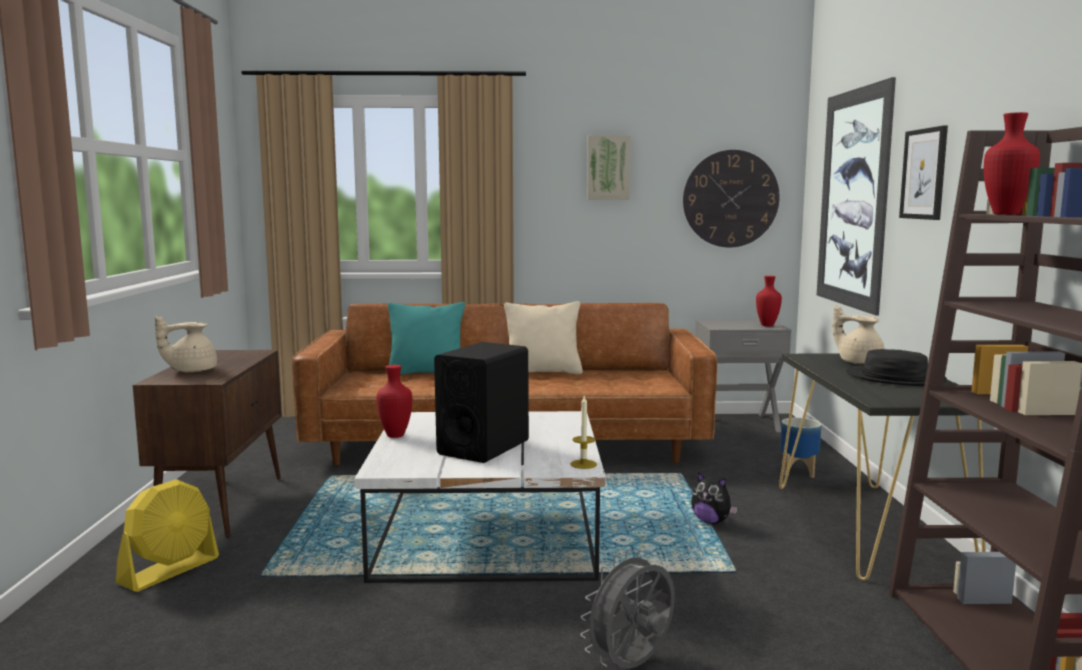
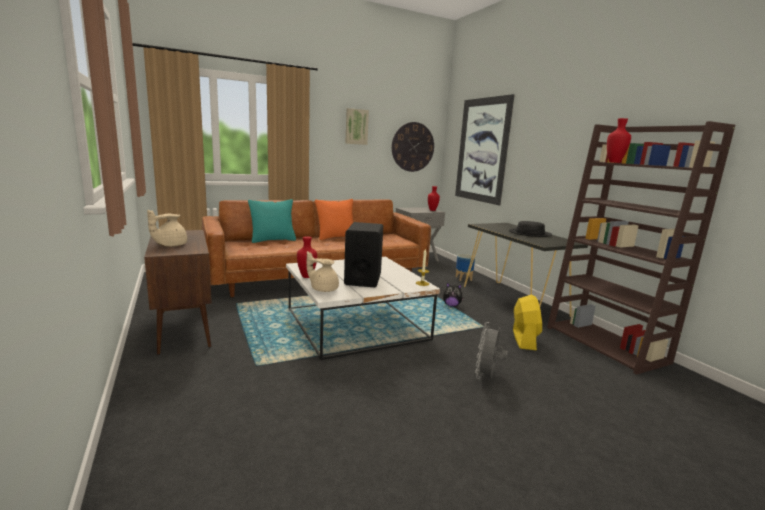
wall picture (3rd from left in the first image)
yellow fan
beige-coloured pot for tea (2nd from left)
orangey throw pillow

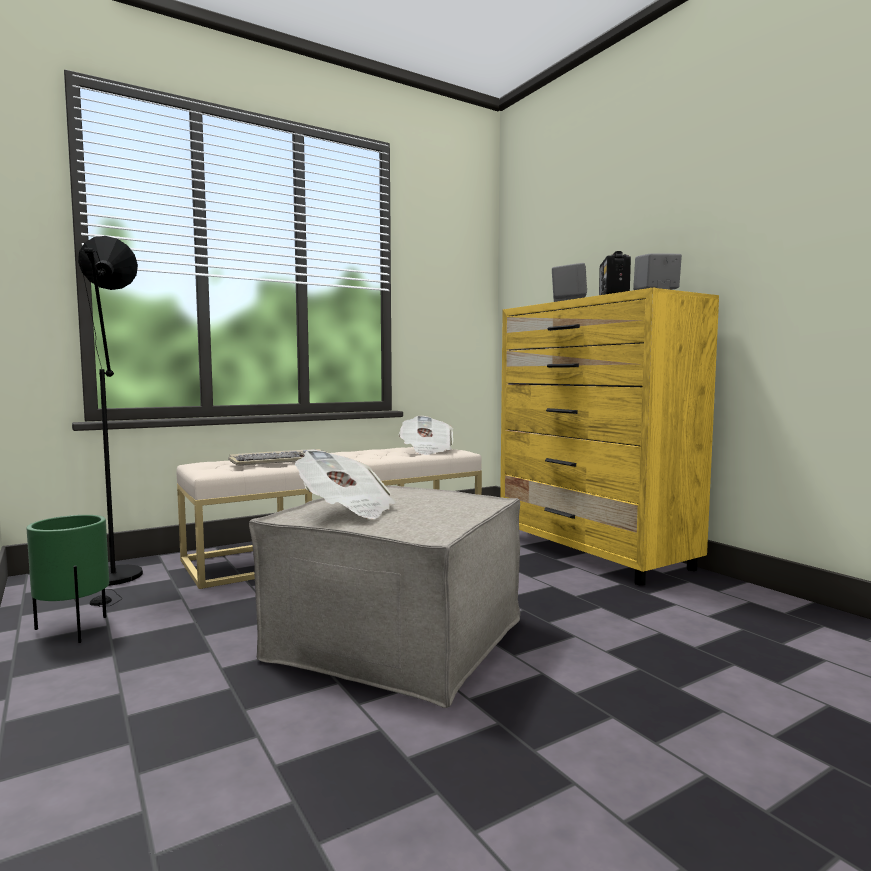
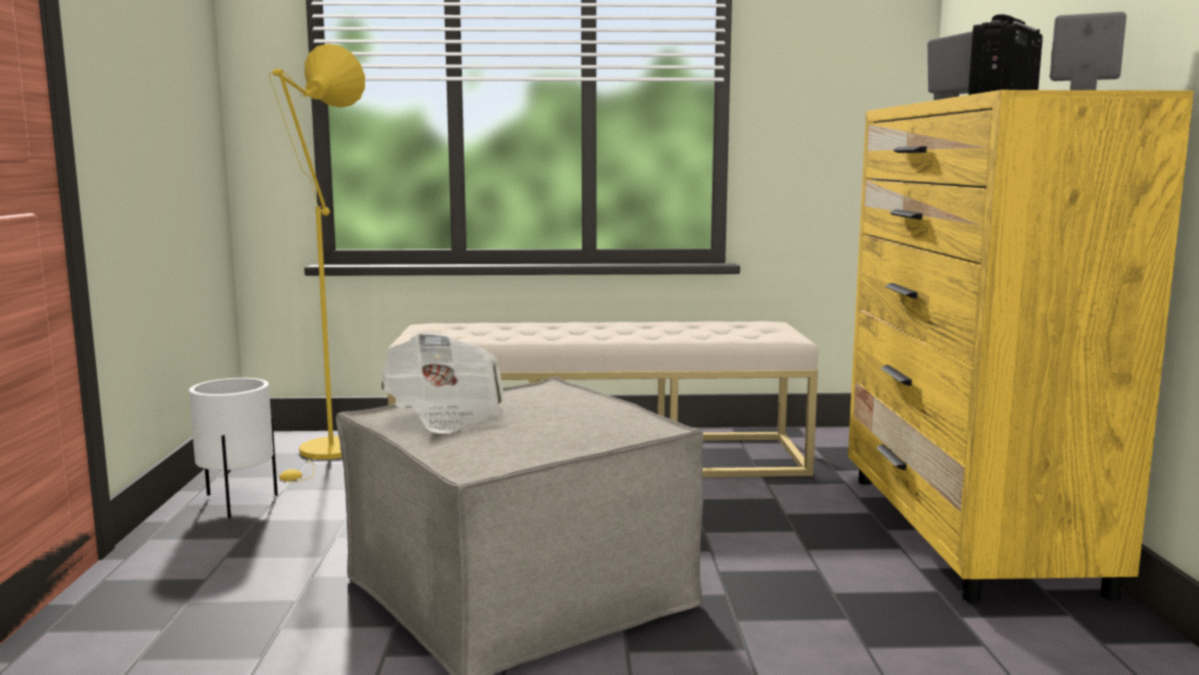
PC keyboard
newspaper (2nd from left in the first image)
whitish flower pot
yellow floor lamp

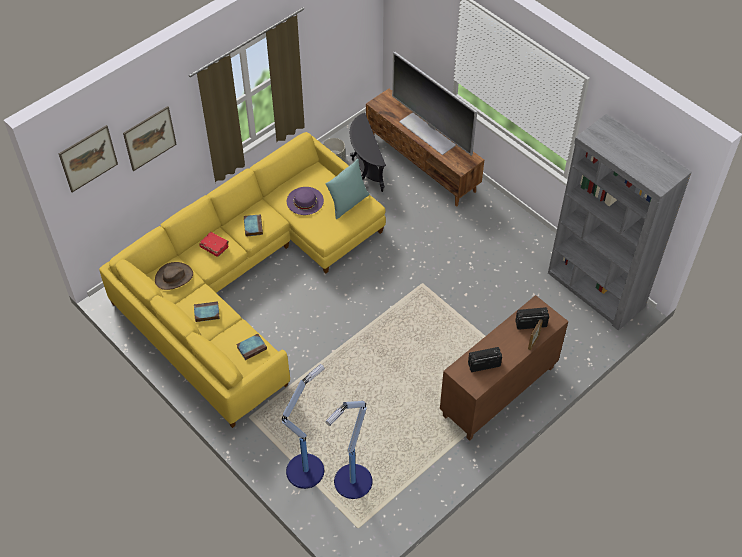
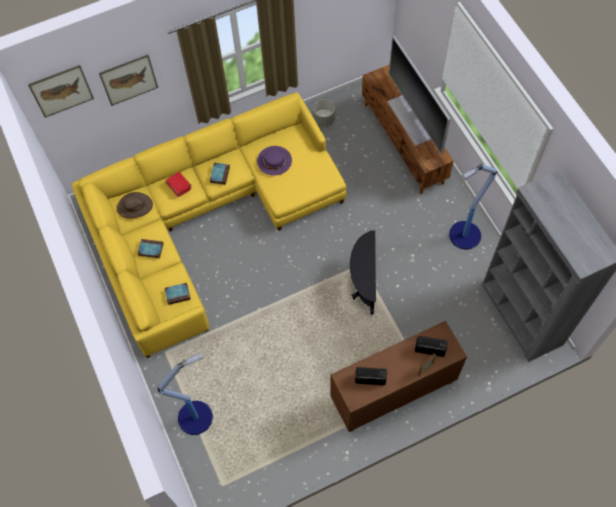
turquoise throw pillow
floor lamp (2nd from left)
blackish end table

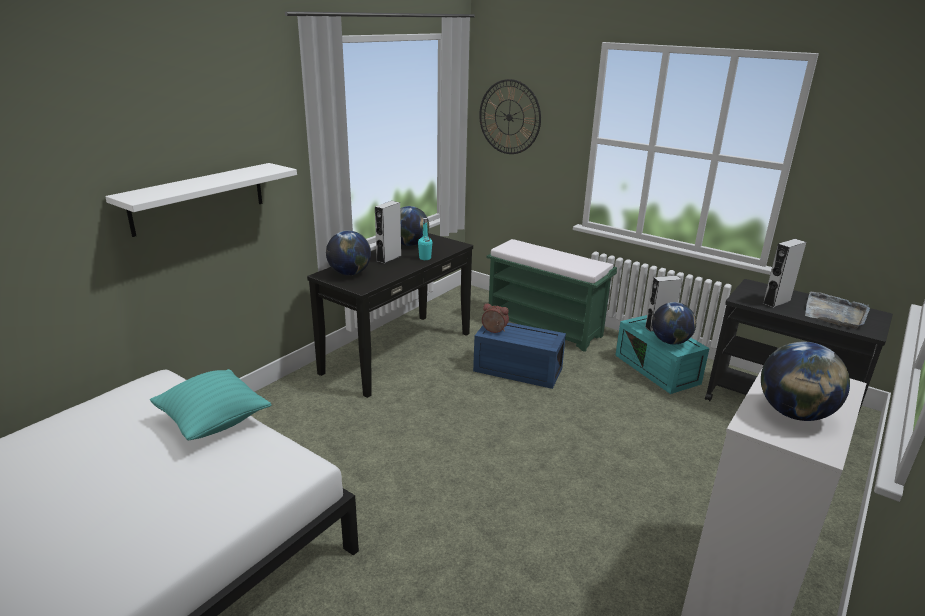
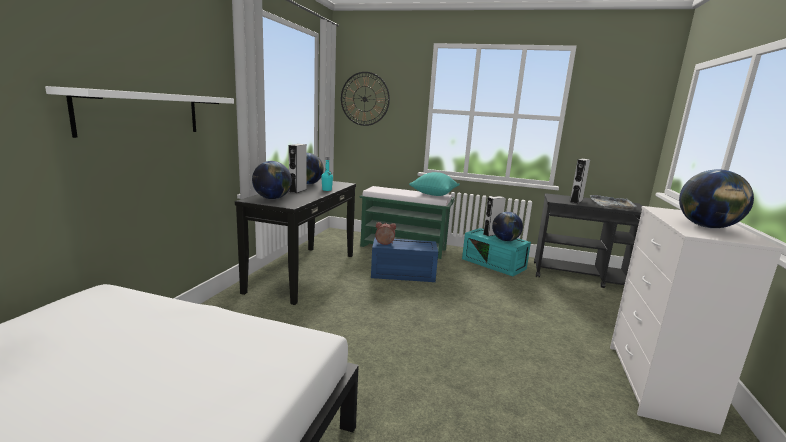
turquoise throw pillow

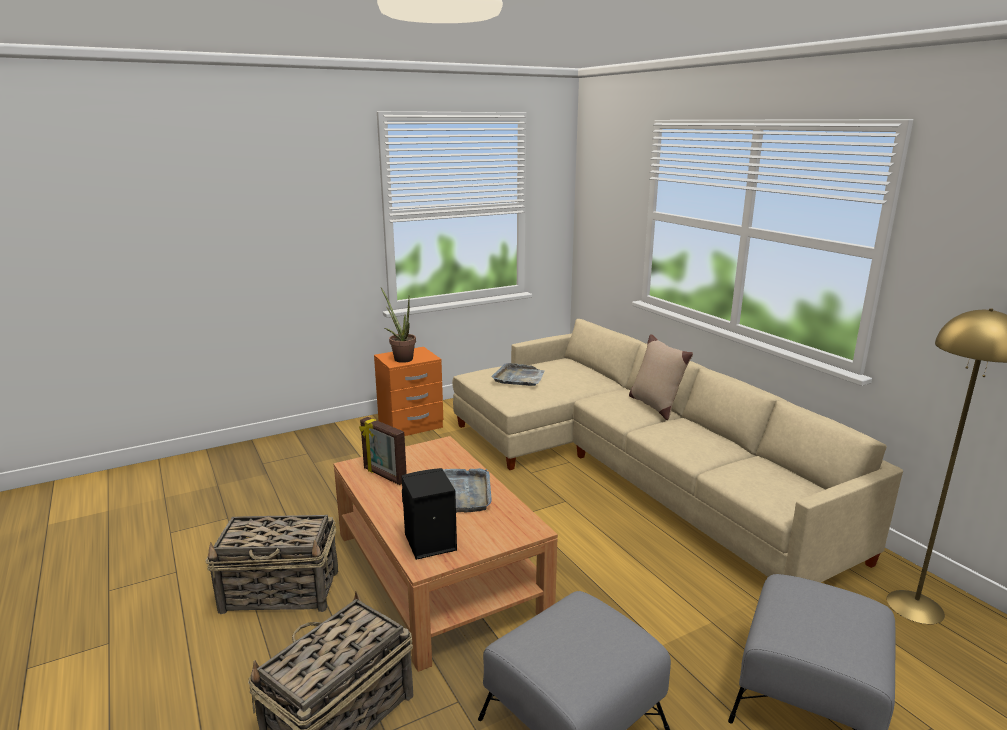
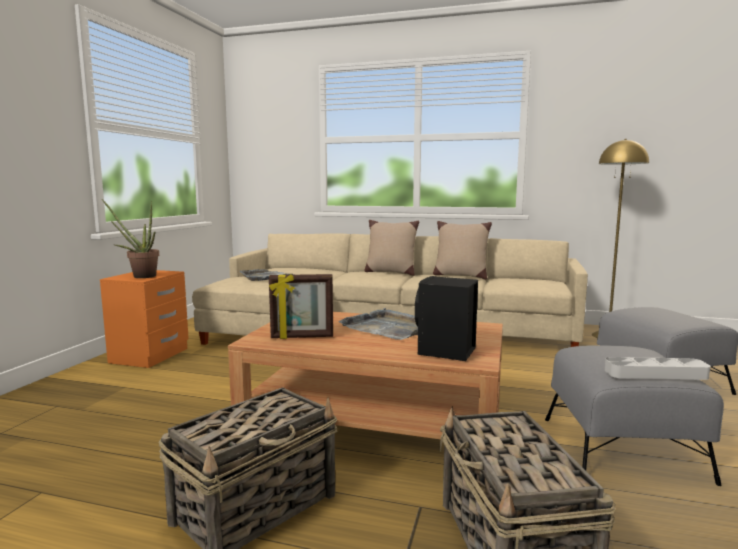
beige-coloured throw pillow (2nd from left)
gray serving tray (3rd from left)

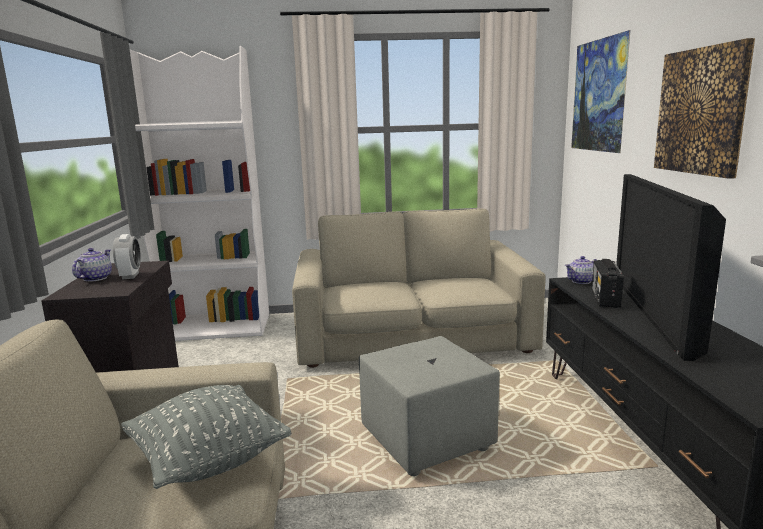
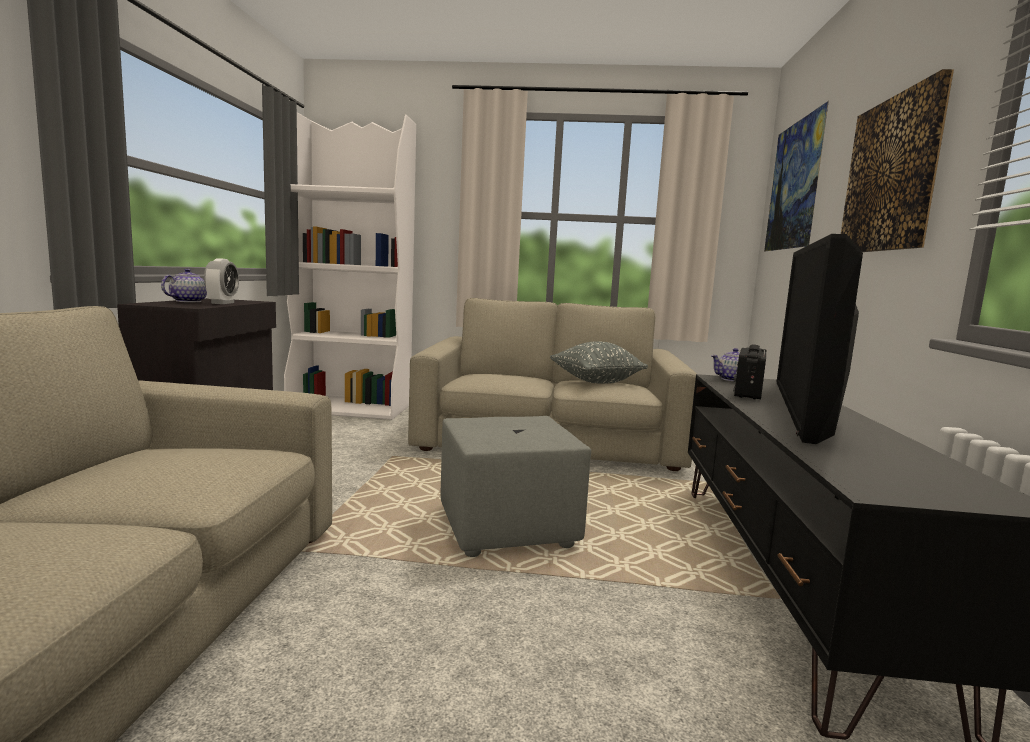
gray throw pillow

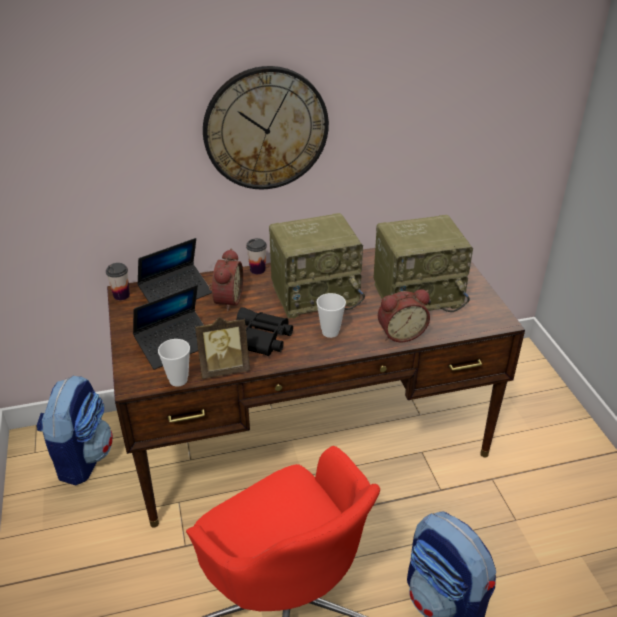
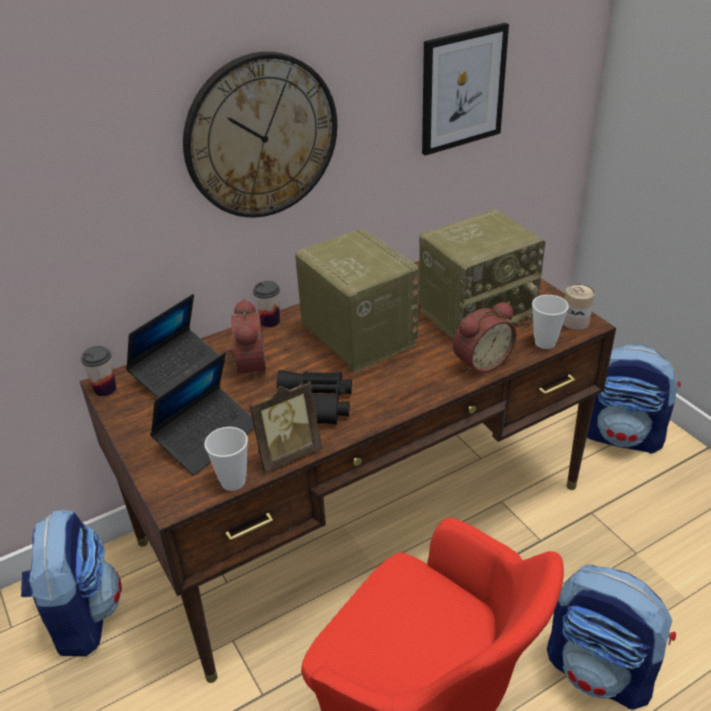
wall picture
metal can
rucksack (3rd from left)
small cup (4th from left)
radio receiver (1st from left)

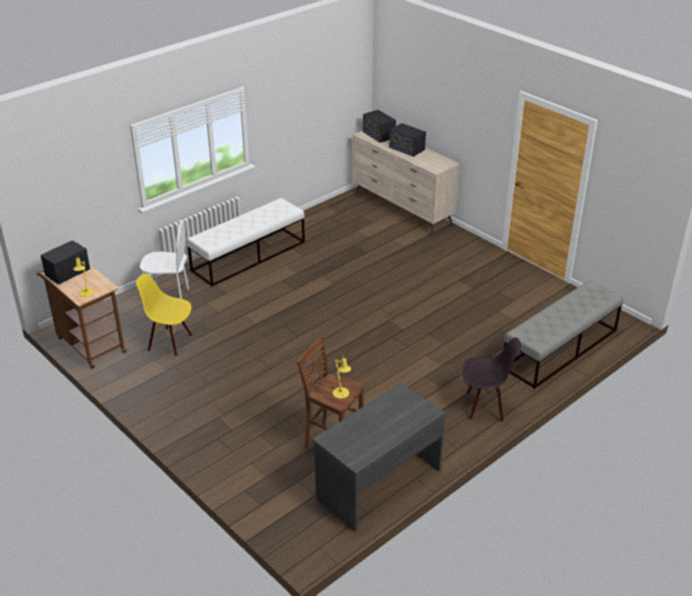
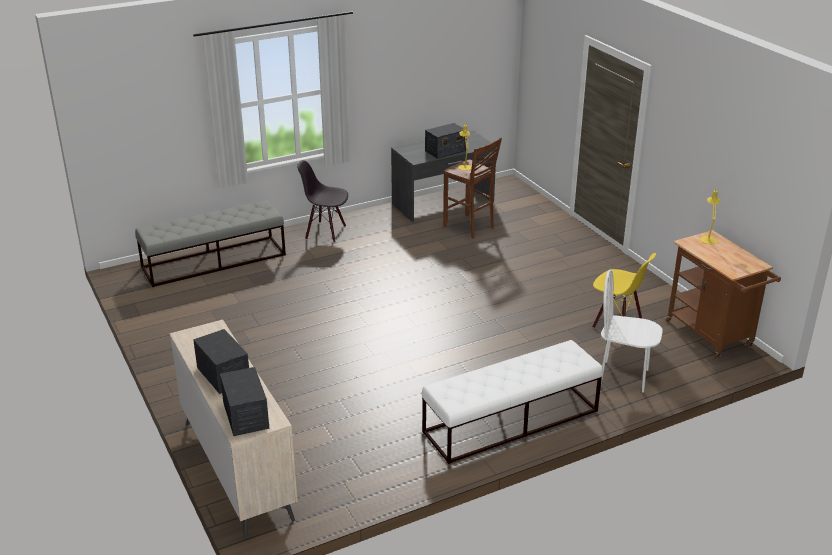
radio receiver (3rd from left)

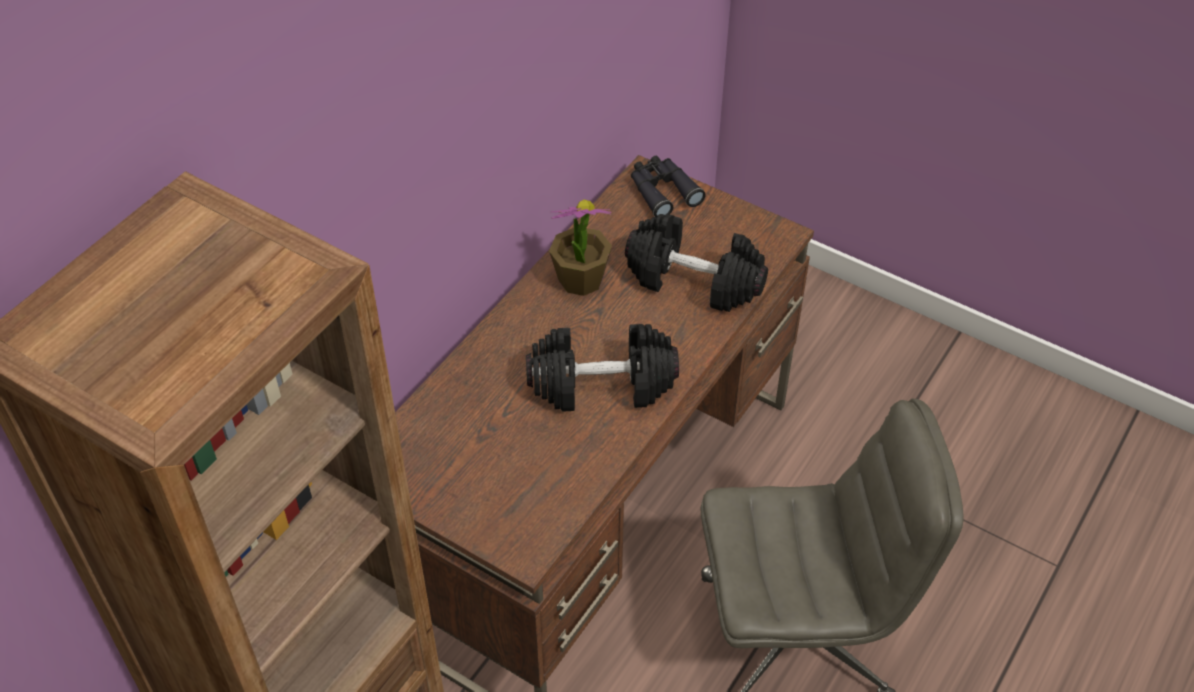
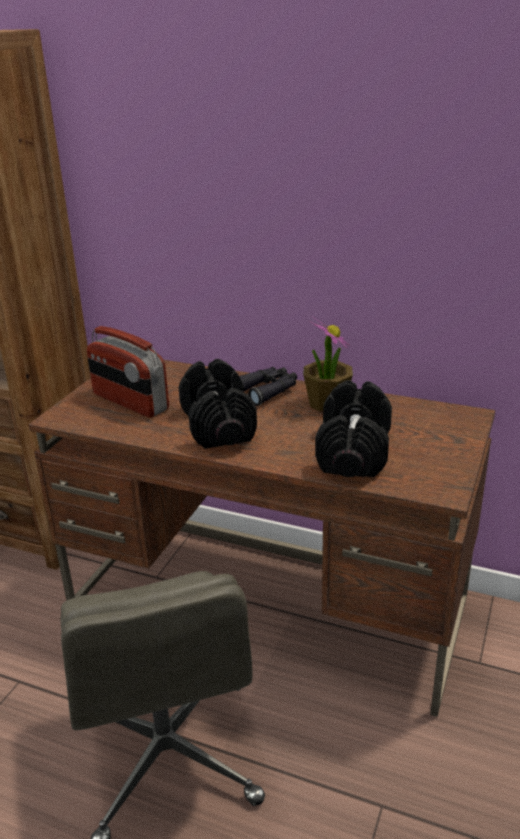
radio receiver
blackish pair of binoculars

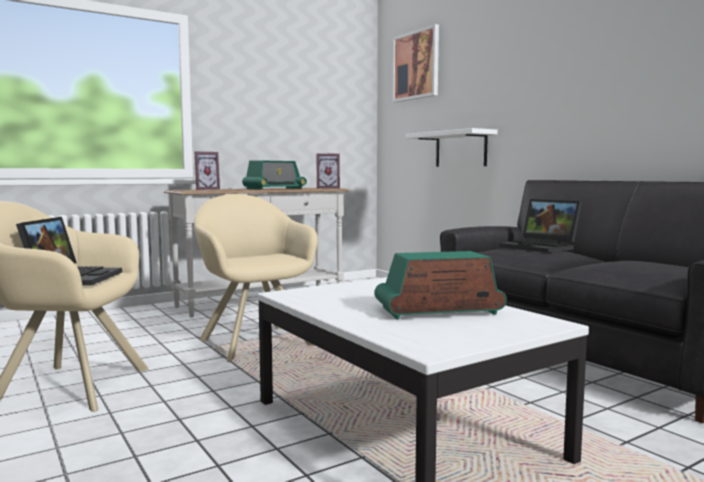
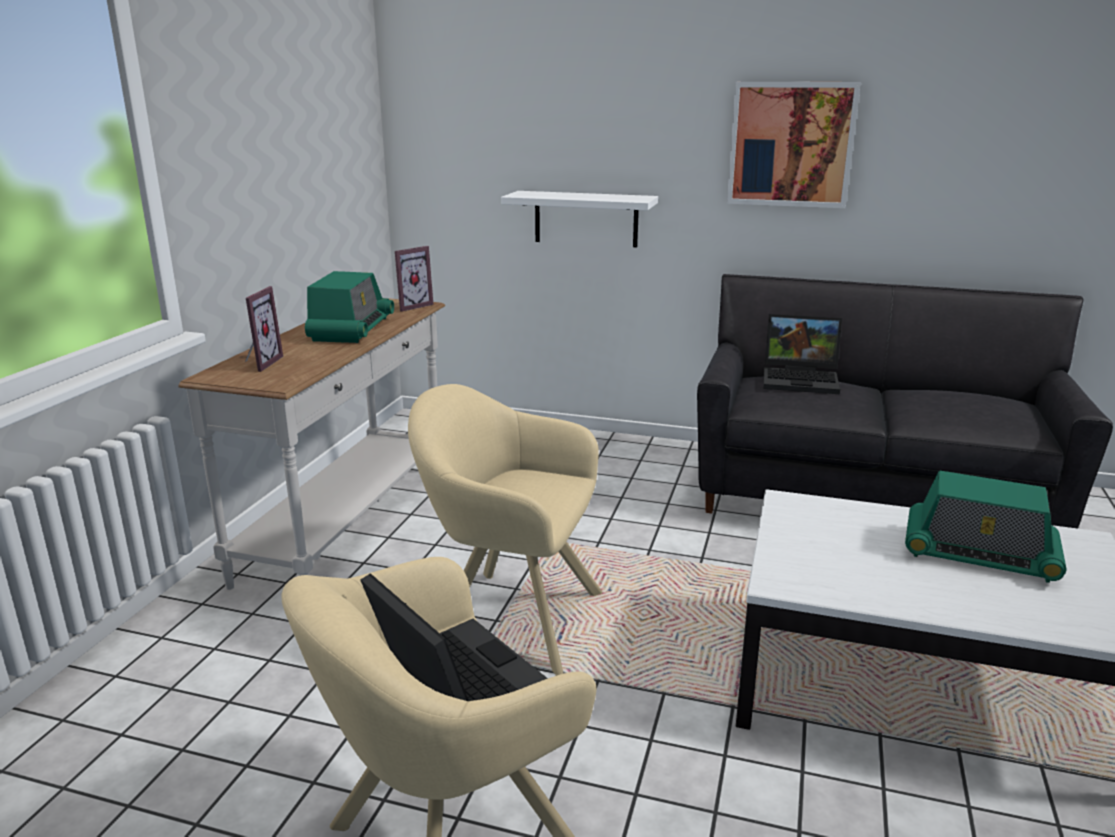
wall picture
radio receiver (2nd from left)

